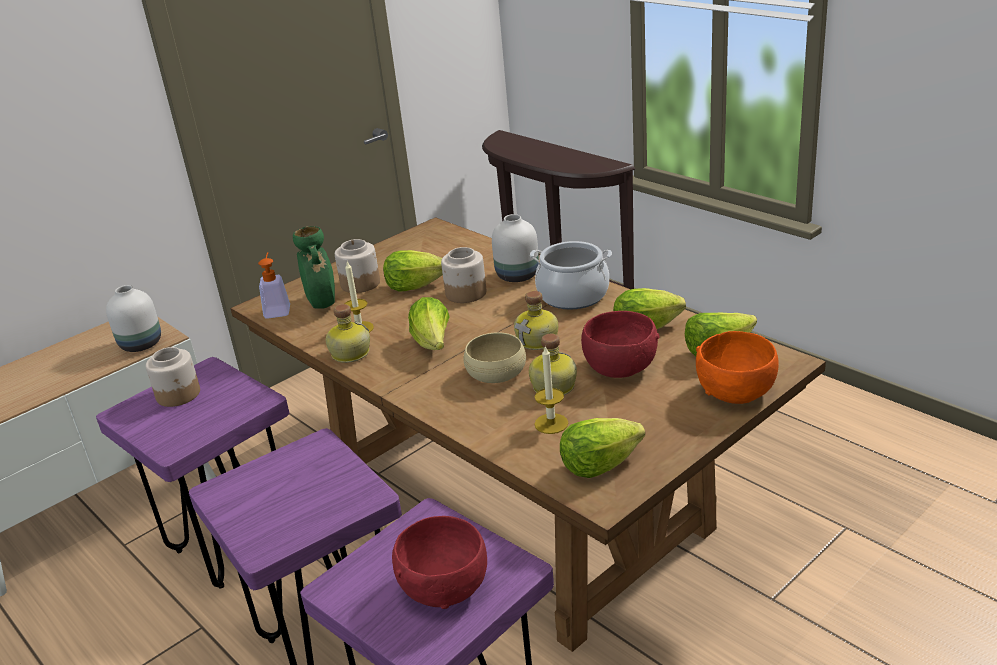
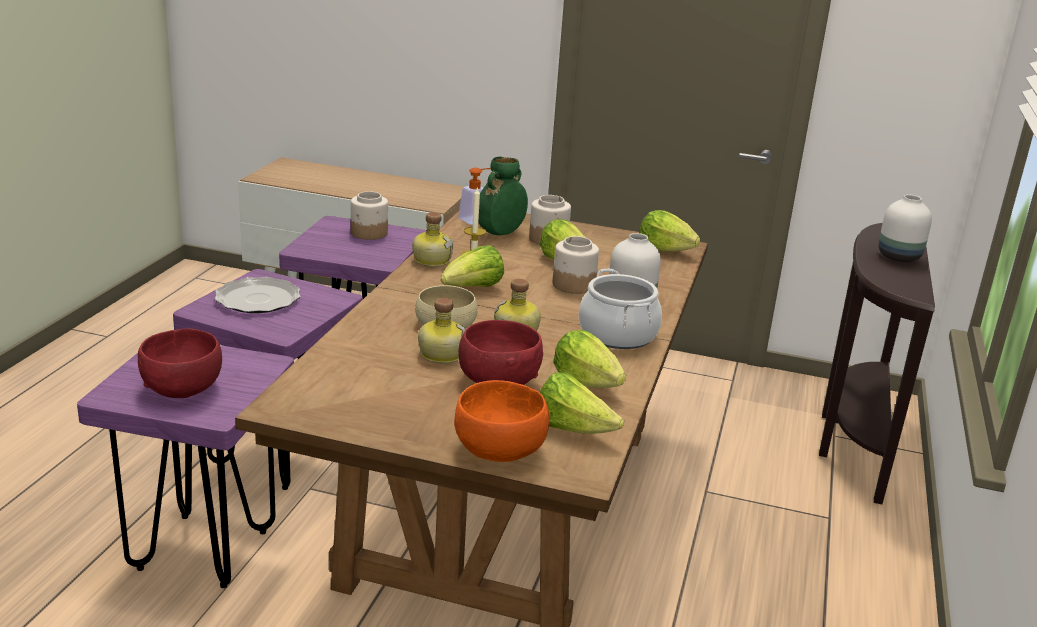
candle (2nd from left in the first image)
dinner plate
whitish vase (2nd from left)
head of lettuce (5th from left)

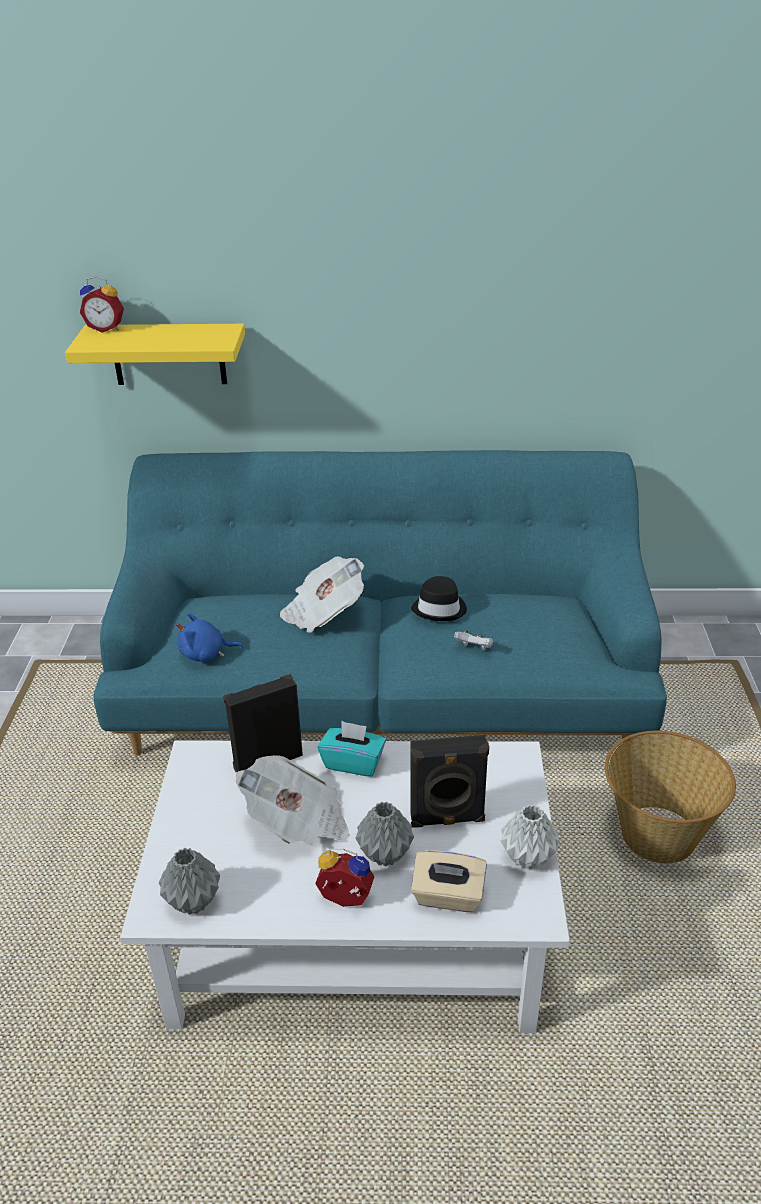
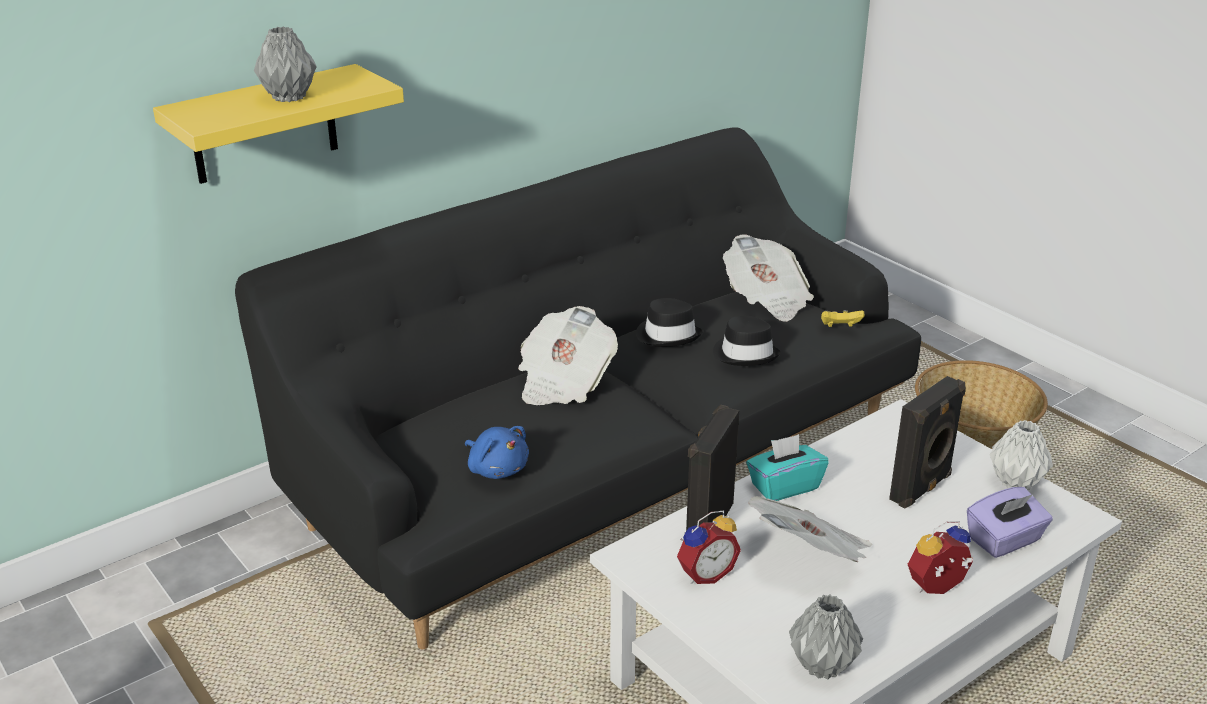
newspaper (2nd from left)
yellow gamepad
alarm clock (1st from left)
gray vase (1st from left)
blackish hat (2nd from left)
blackish sofa
purplish tissue box
blue-coloured cuddly toy

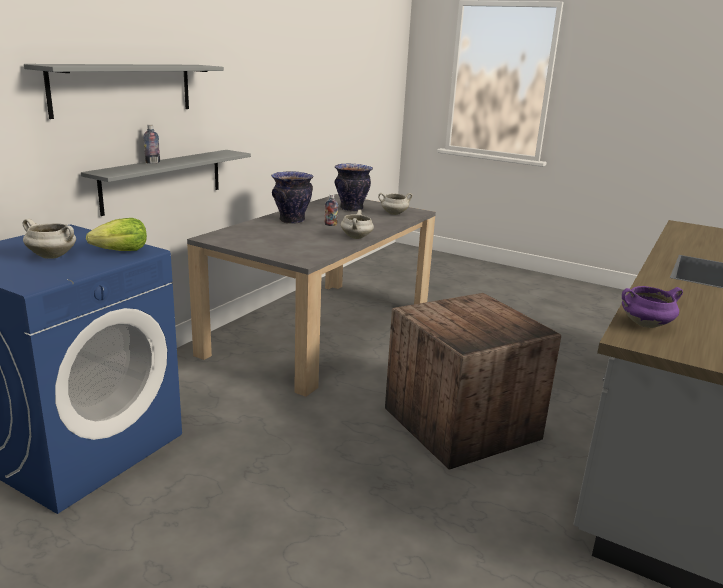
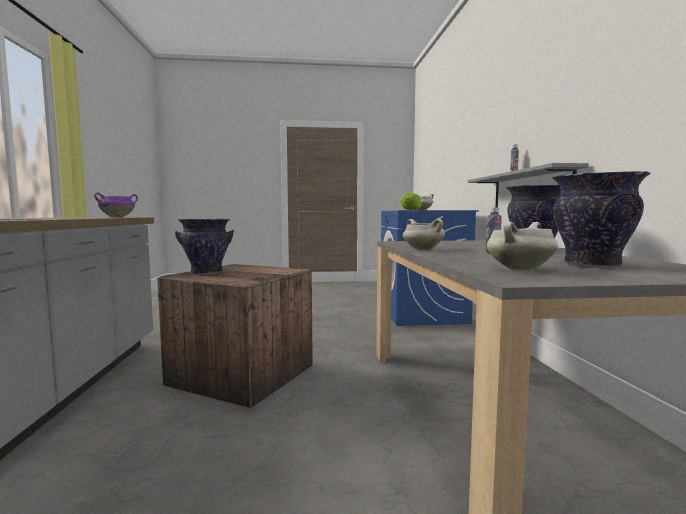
gray shelf (1st from left in the first image)
vase (1st from left)

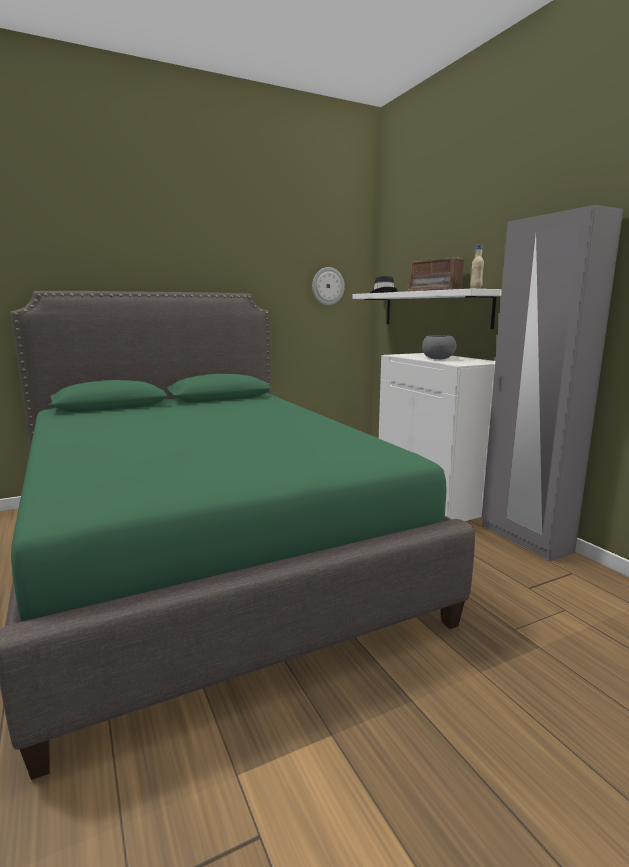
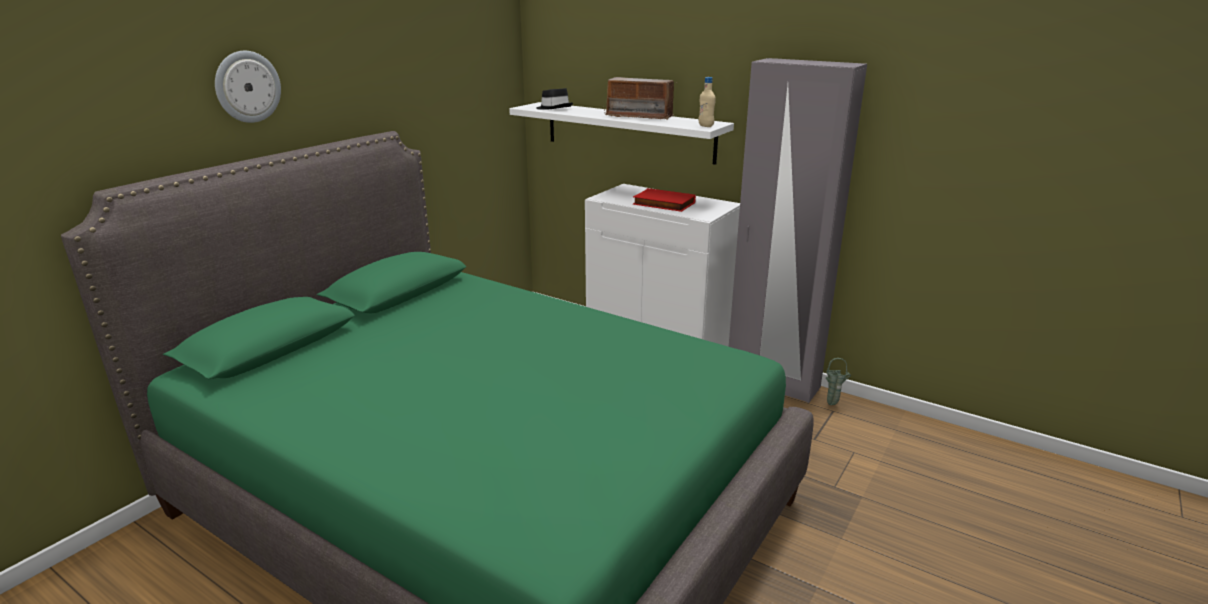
greenish vase
hanging clock
red bound book

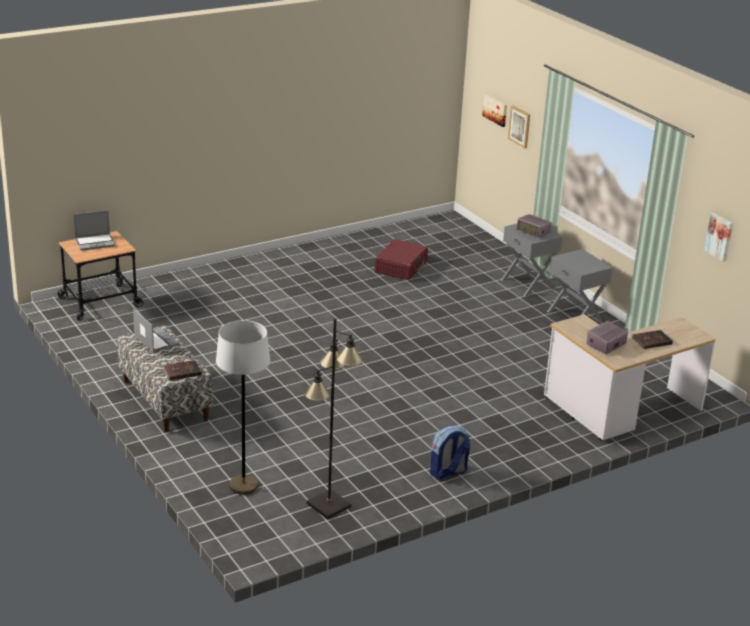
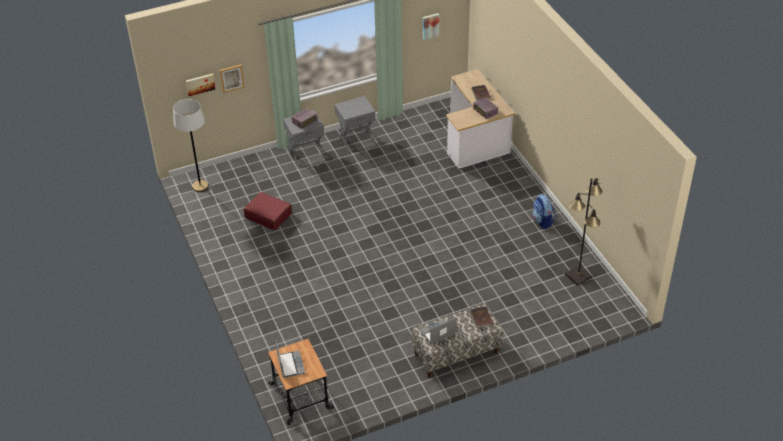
whitish floor lamp

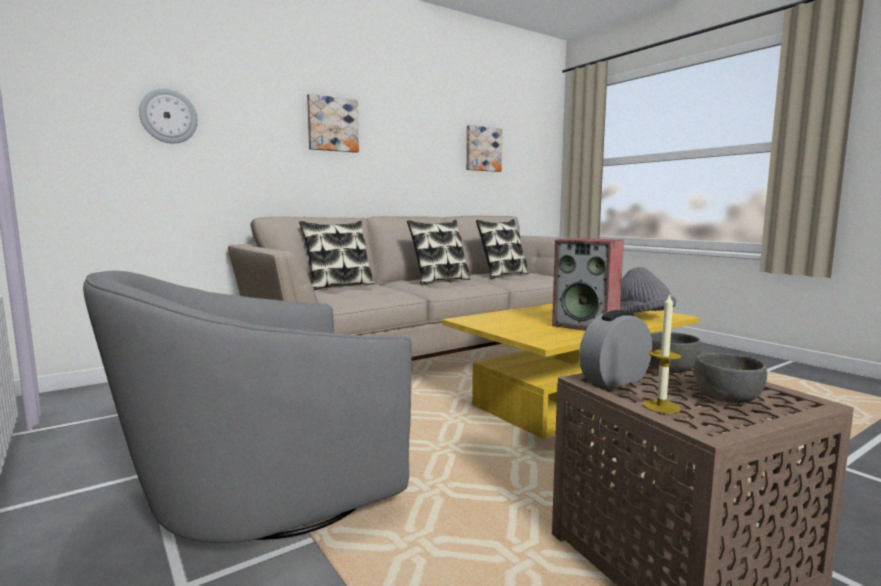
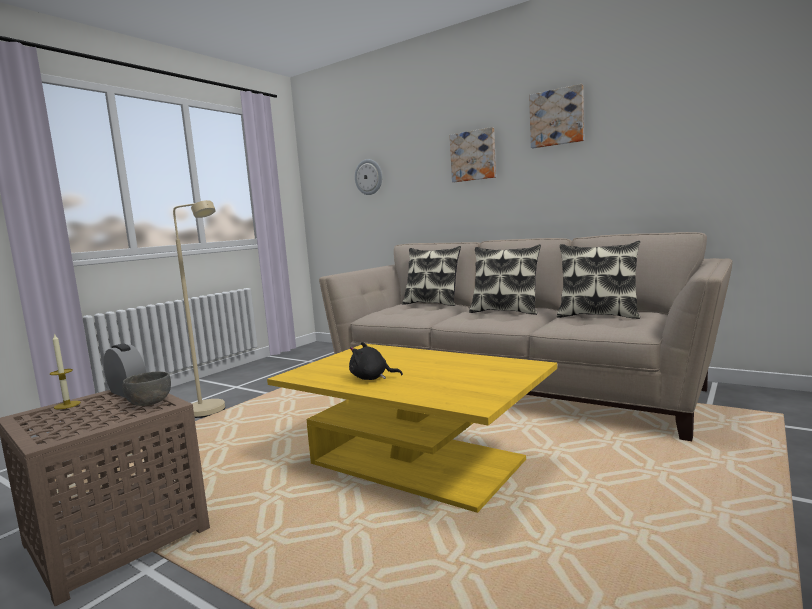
gray hat
gray bowl (2nd from left in the first image)
wall picture (2nd from left)
beige-coloured floor lamp
blackish cuddly toy

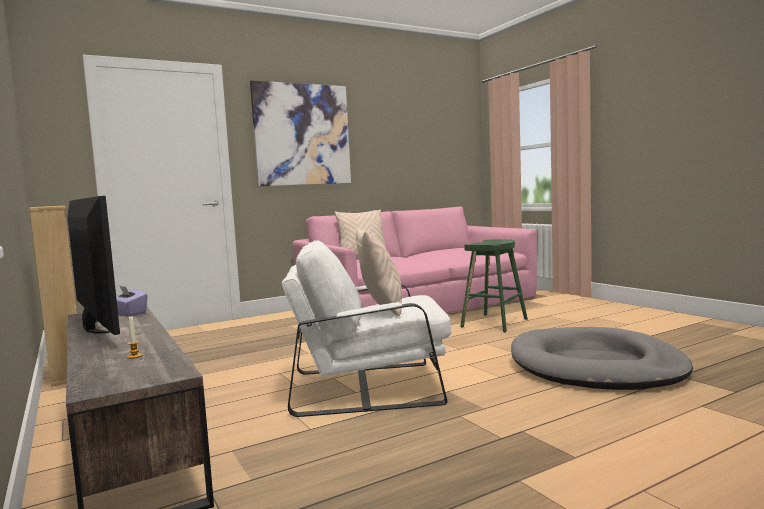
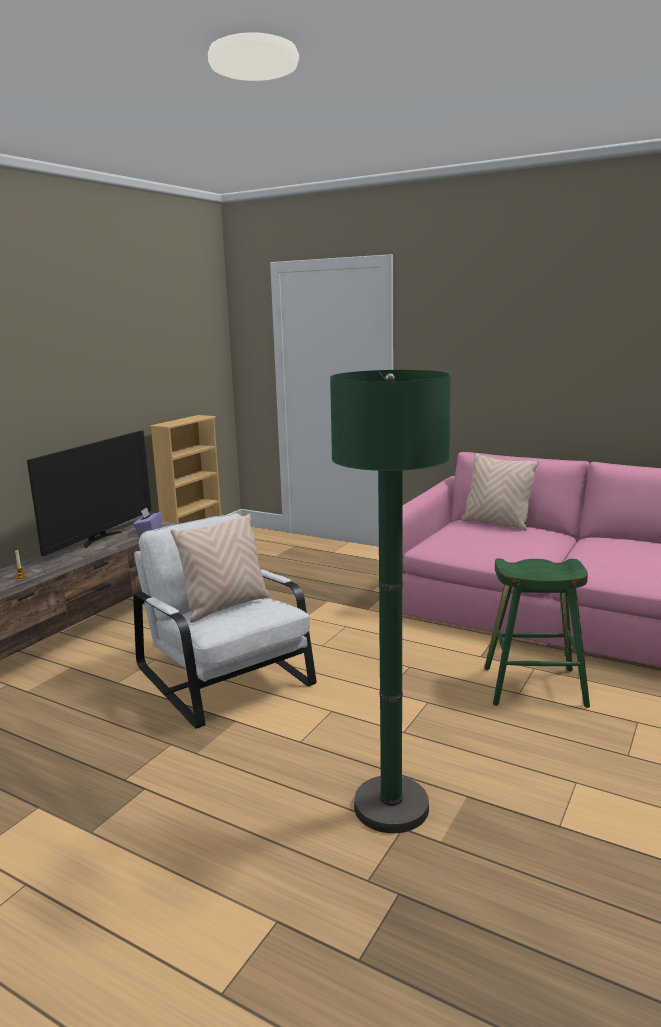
wall picture
greenish floor lamp

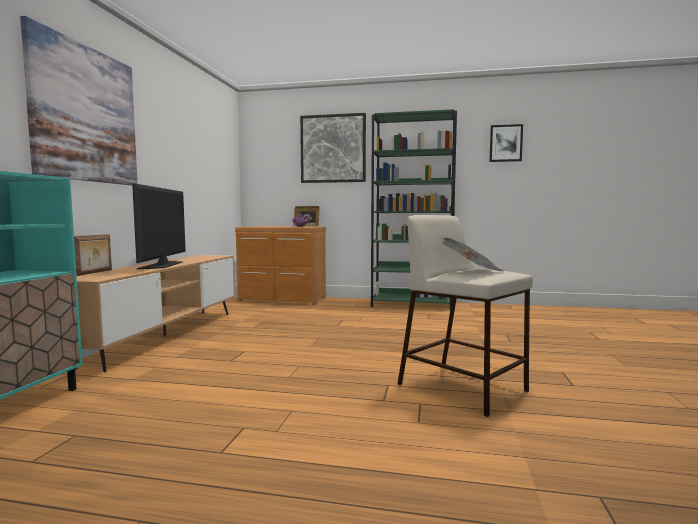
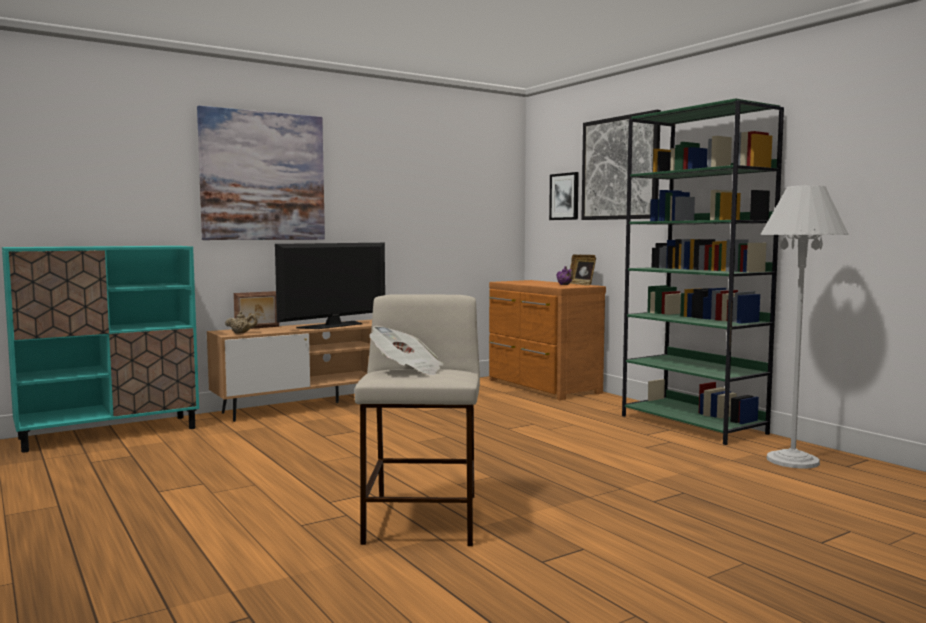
beige-coloured pot for tea
whitish floor lamp
wall picture (2nd from left)

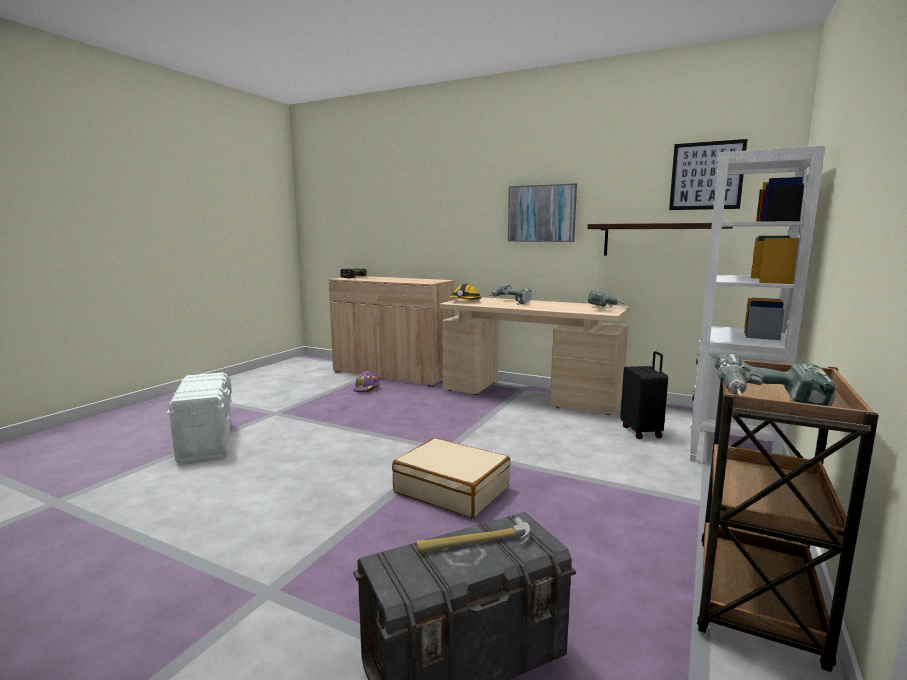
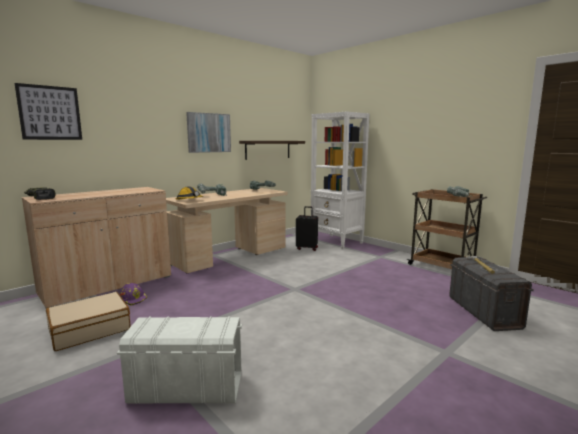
beige-coloured travel case
wall picture (1st from left)

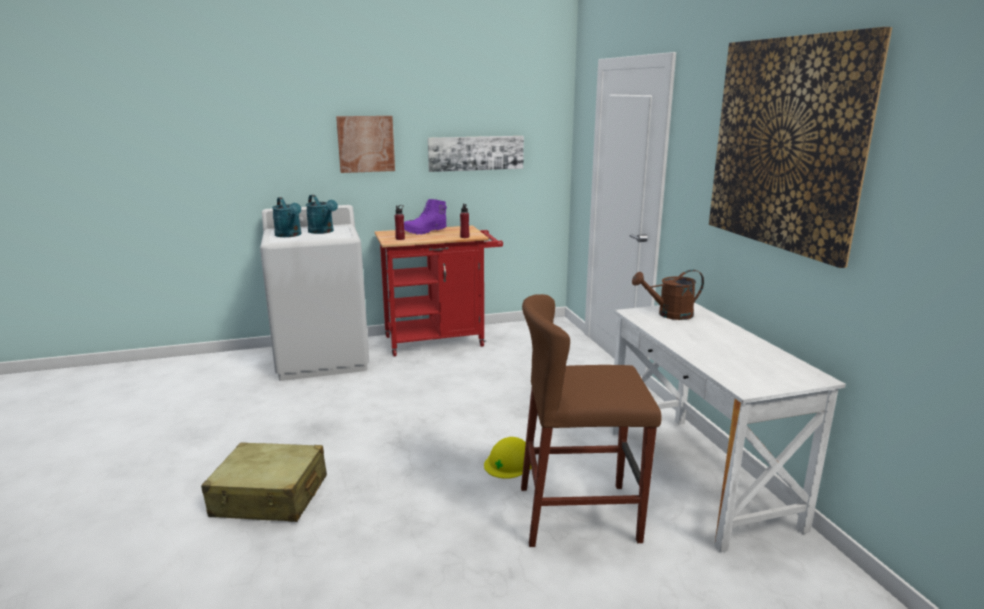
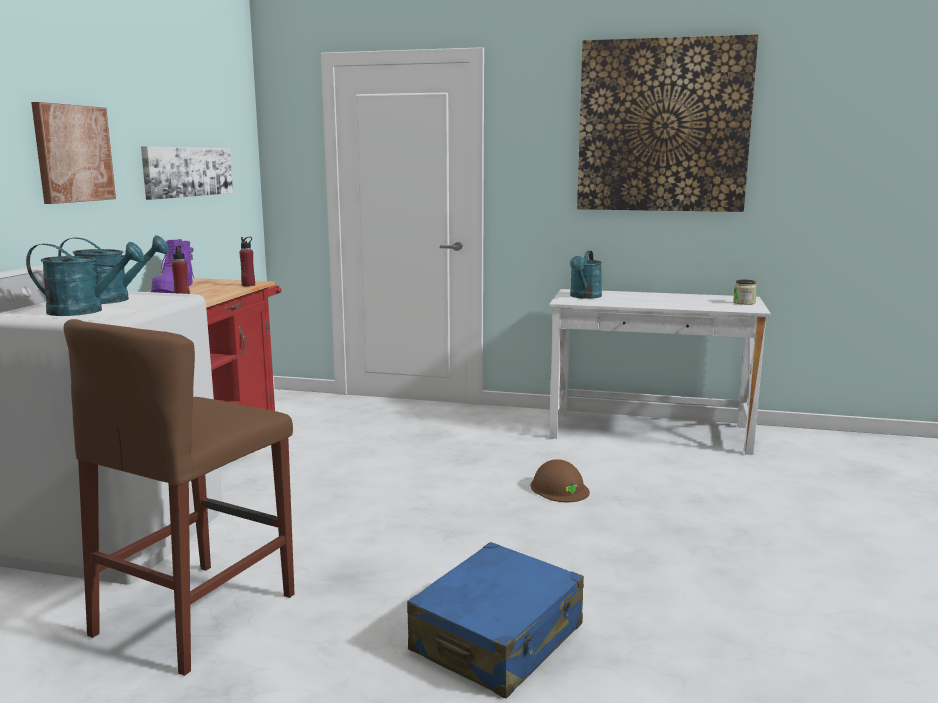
preserve jar
brown-coloured stool
blue-coloured travel case
brown-coloured work helmet
turquoise sprinkling can (3rd from left)

